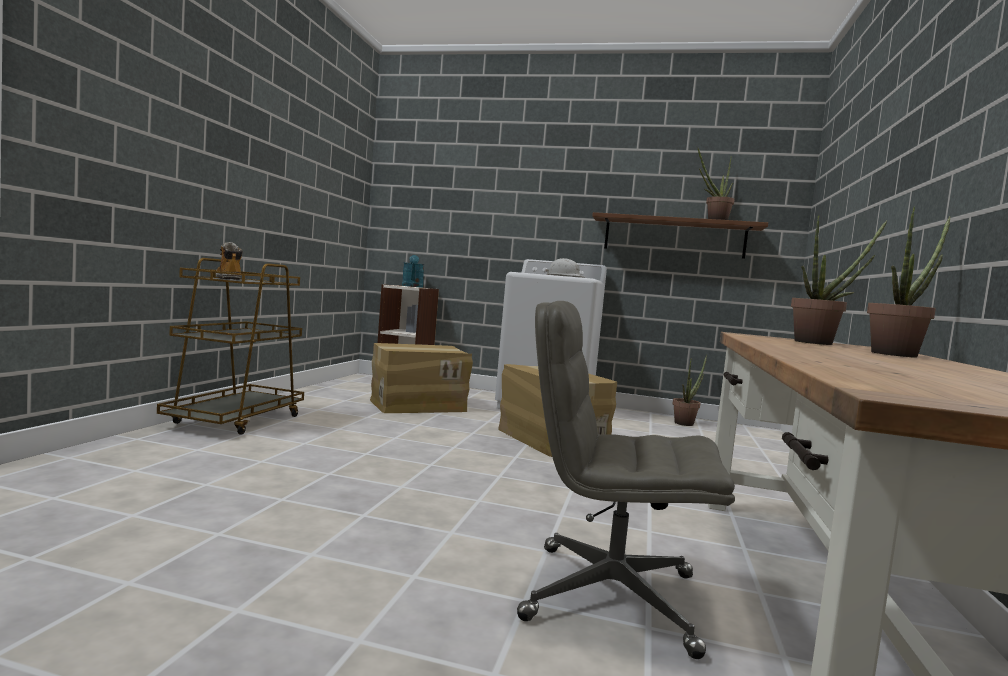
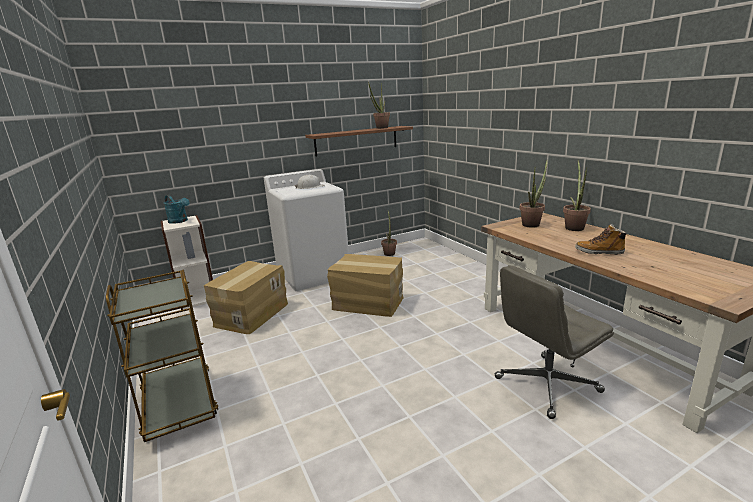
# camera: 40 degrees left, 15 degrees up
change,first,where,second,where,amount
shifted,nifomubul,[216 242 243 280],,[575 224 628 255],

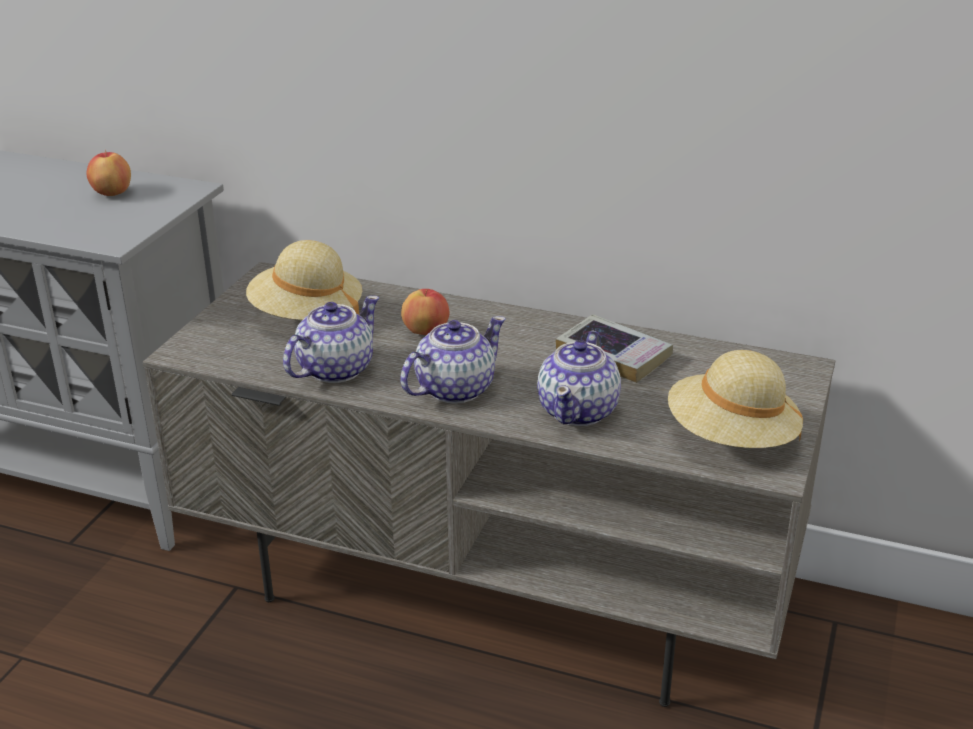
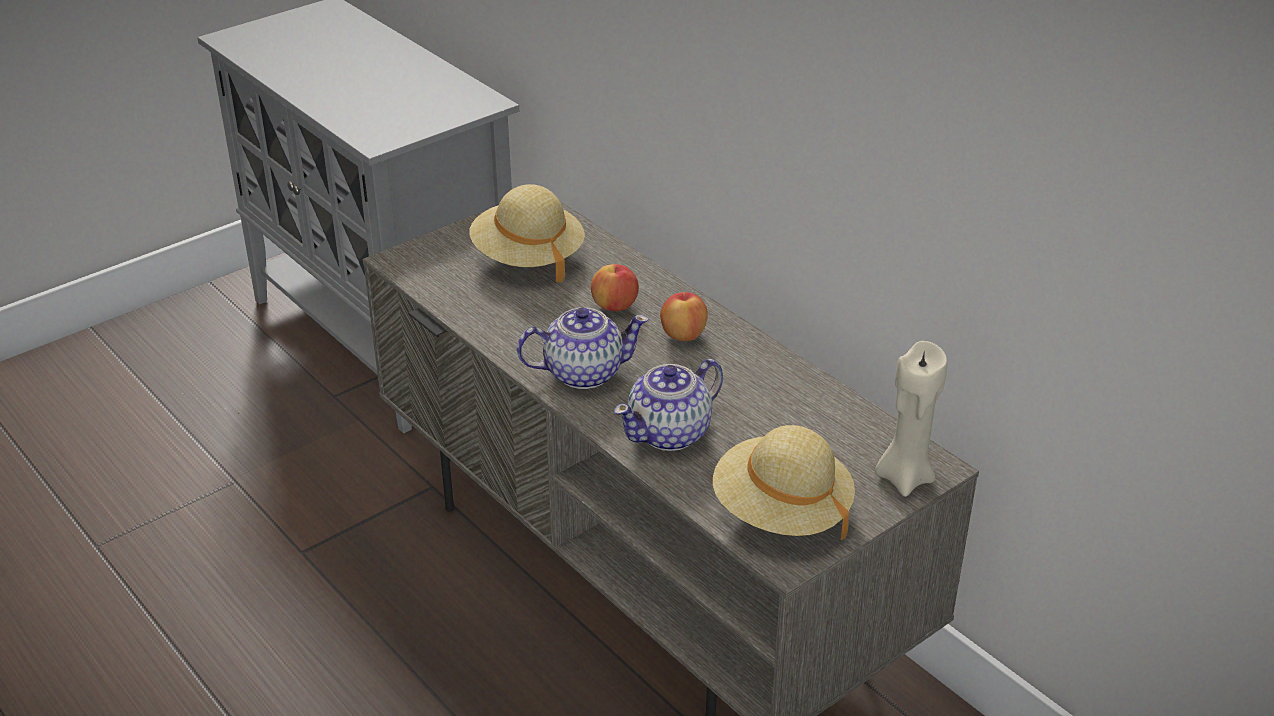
# camera: 30 degrees right, 5 degrees up
change,first,where,second,where,amount
shifted,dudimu,[87 150 131 196],,[660 292 708 341],
gone,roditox,[283 295 379 383],,,
gone,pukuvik,[556 314 673 383],,,
new,,,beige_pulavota,[875 341 948 497],

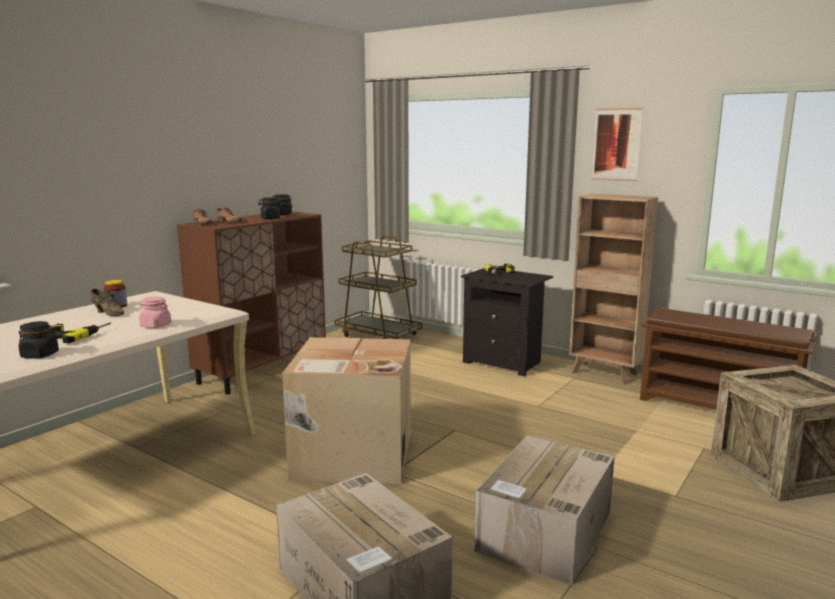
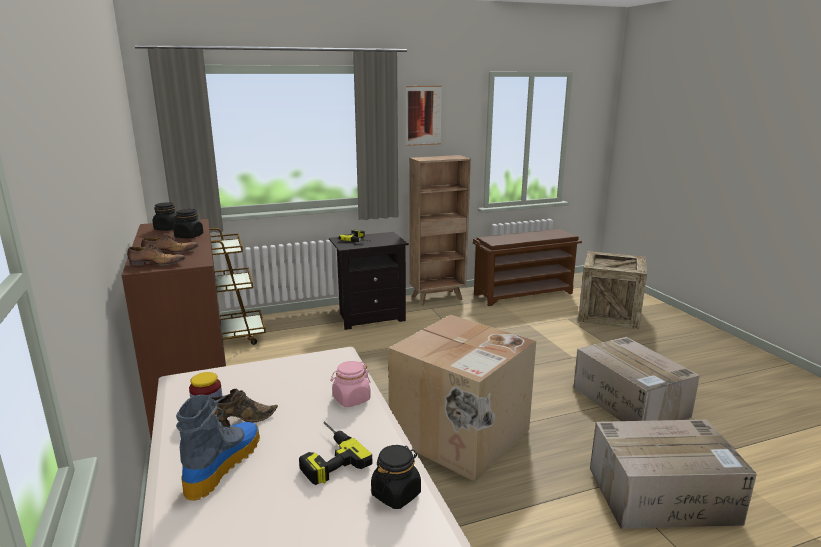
# camera: 55 degrees left, 5 degrees up
change,first,where,second,where,amount
new,,,nifomubul,[176 395 260 501],

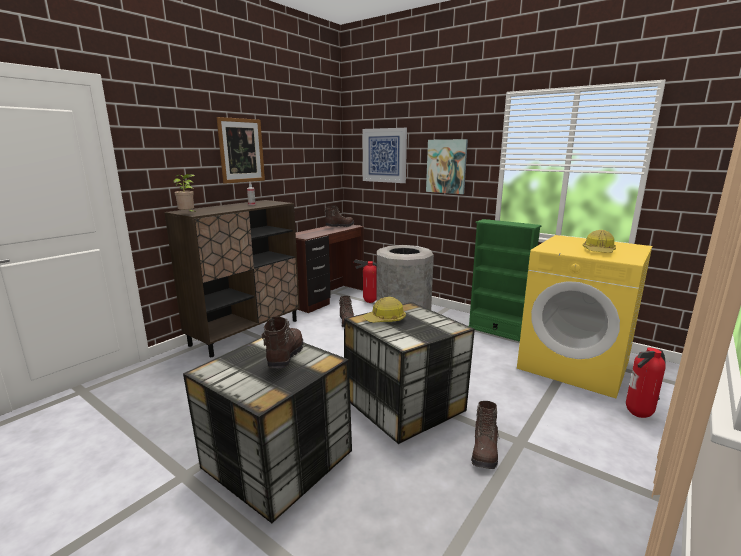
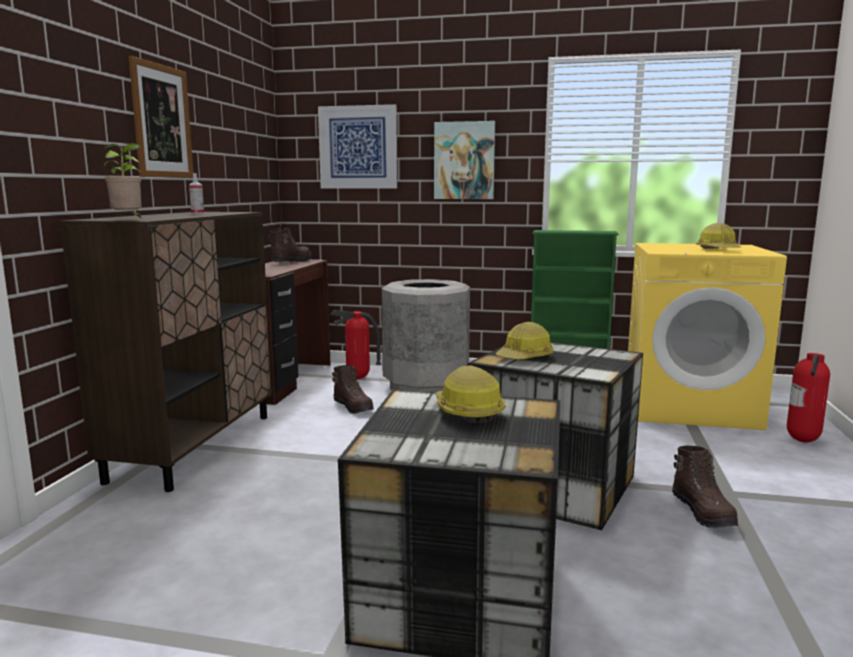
# camera: 25 degrees left, 5 degrees down
change,first,where,second,where,amount
swapped,brown_nifomubul,[262 317 304 368],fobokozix,[436 365 506 423],

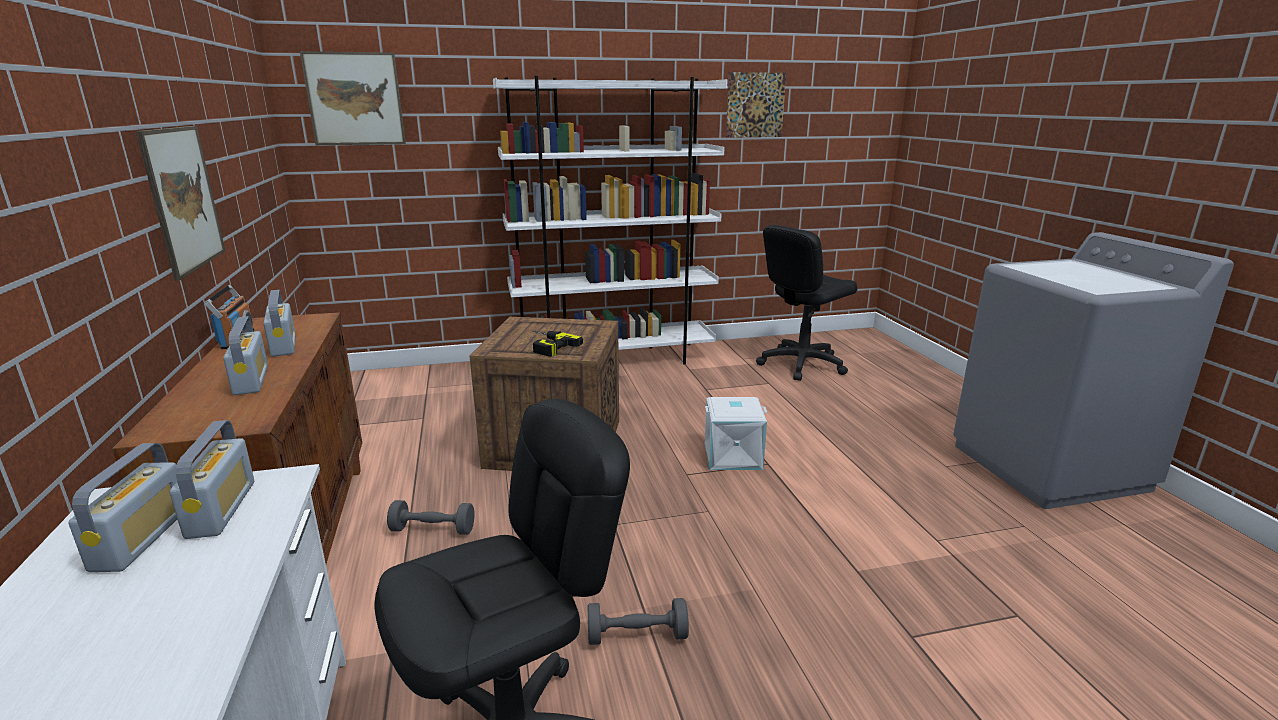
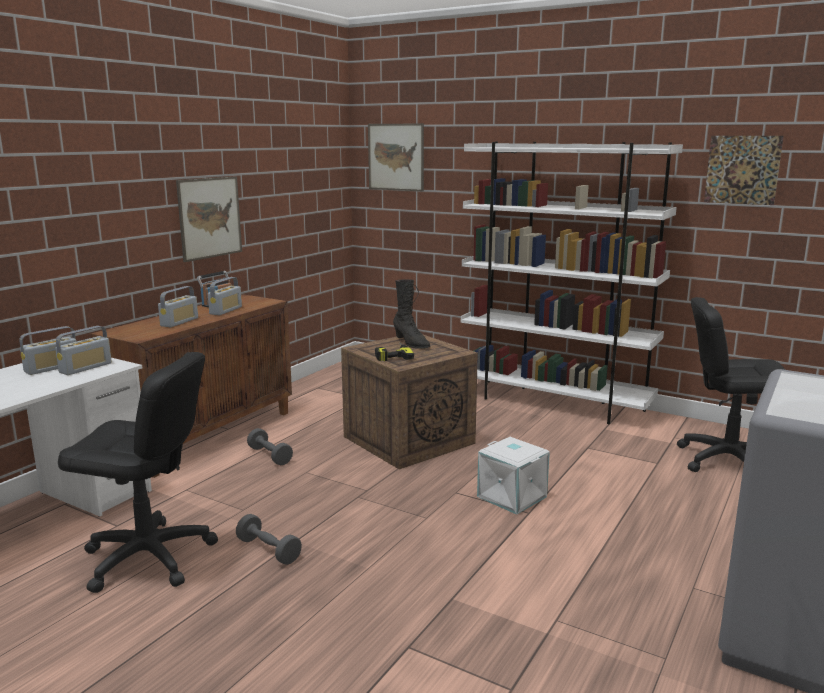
# camera: 45 degrees right, 5 degrees down
change,first,where,second,where,amount
new,,,black_nifomubul,[393 279 430 349],

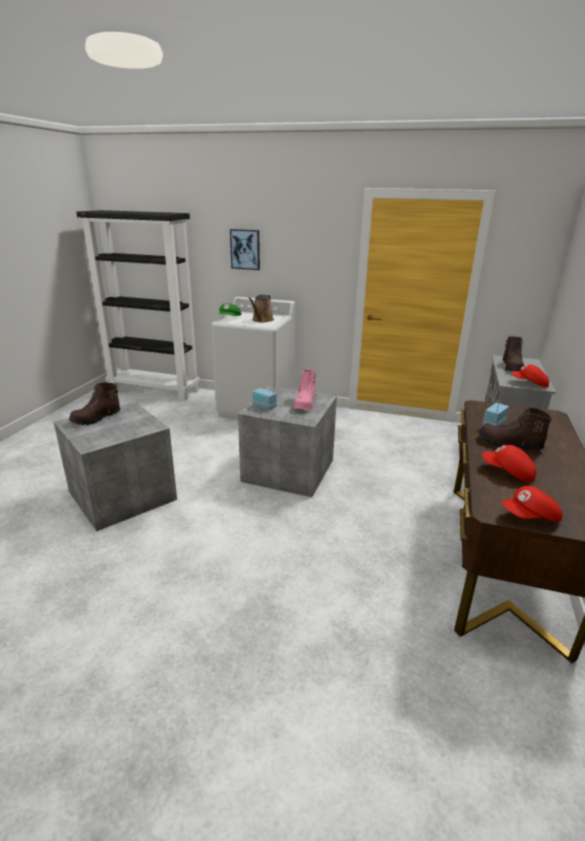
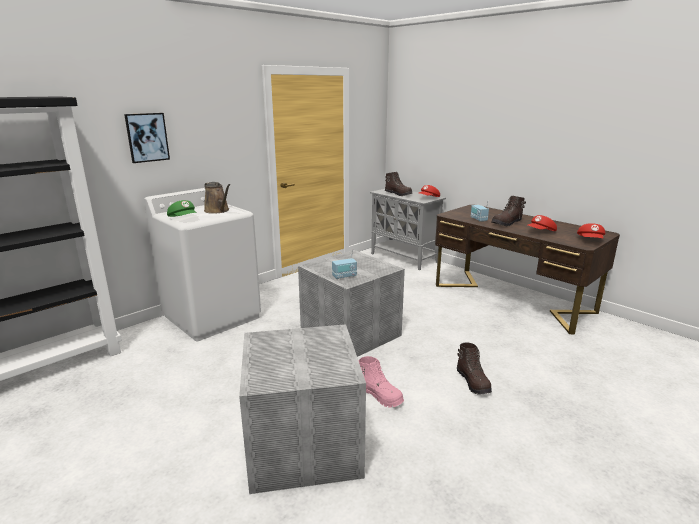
# camera: 60 degrees left, 5 degrees down
change,first,where,second,where,amount
shifted,pink_nifomubul,[293 370 317 410],,[359 356 404 408],
shifted,brown_nifomubul,[69 382 120 425],,[457 343 492 395],

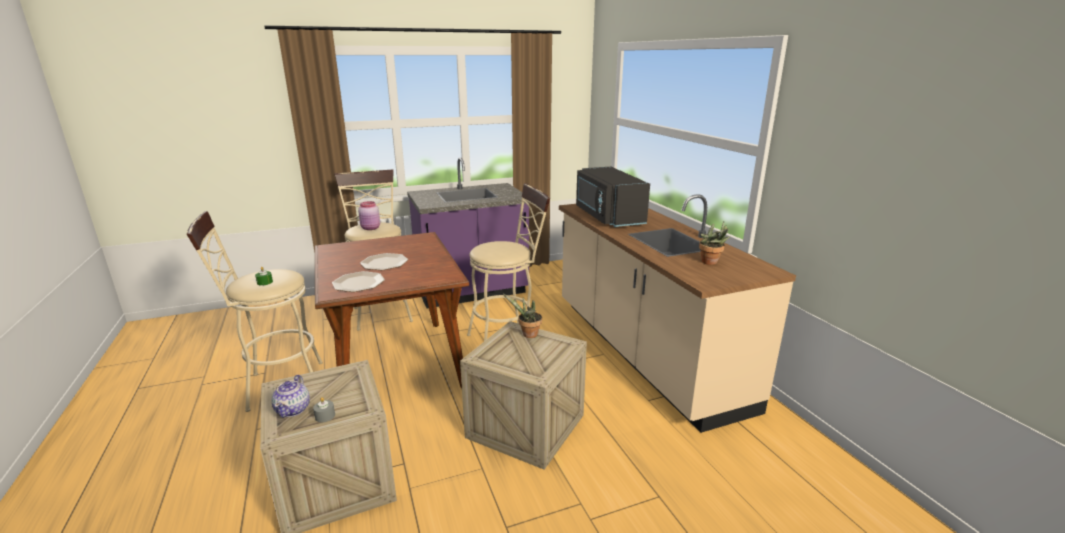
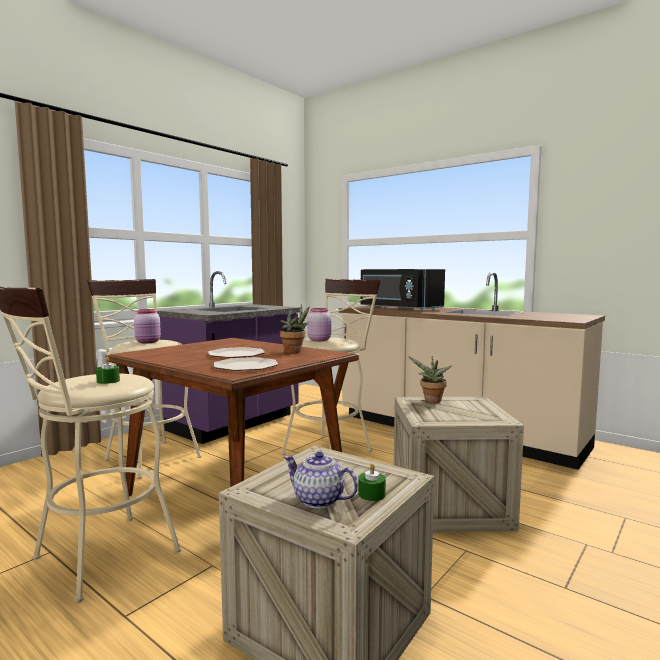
# camera: 30 degrees left, 15 degrees down
change,first,where,second,where,amount
shifted,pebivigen,[699 222 730 265],,[280 304 309 353],
rotated,roditox,[272 375 310 418],,[284 451 358 508],150 degrees clockwise
repainted,grey_pulavota,[313 397 335 422],green_pulavota,[358 463 386 501],
new,,,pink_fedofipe,[307 308 331 341],

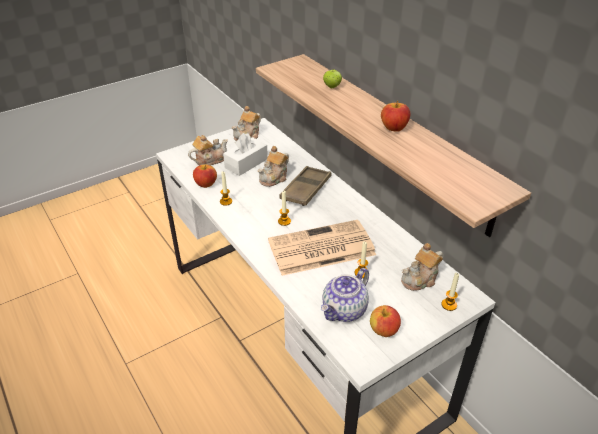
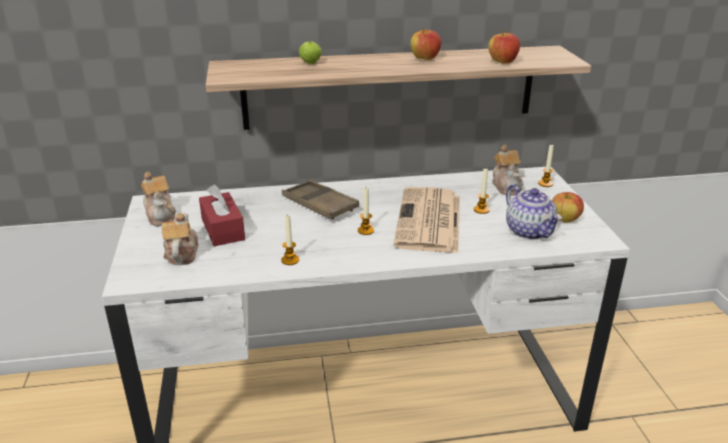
# camera: 65 degrees left, 10 degrees down
change,first,where,second,where,amount
repainted,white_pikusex,[223 133 268 176],red_pikusex,[199 185 245 246],
gone,roditox,[257 146 289 187],,,
shifted,dudimu,[193 164 217 188],,[488 30 520 64],

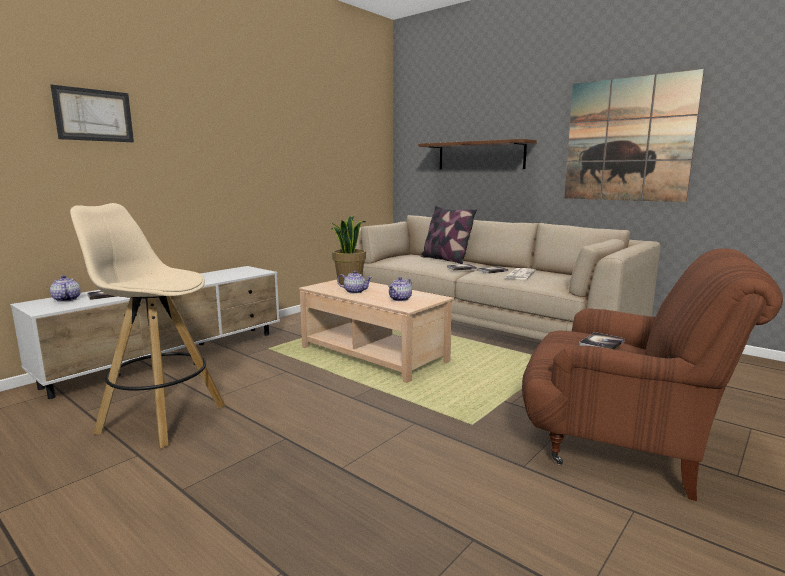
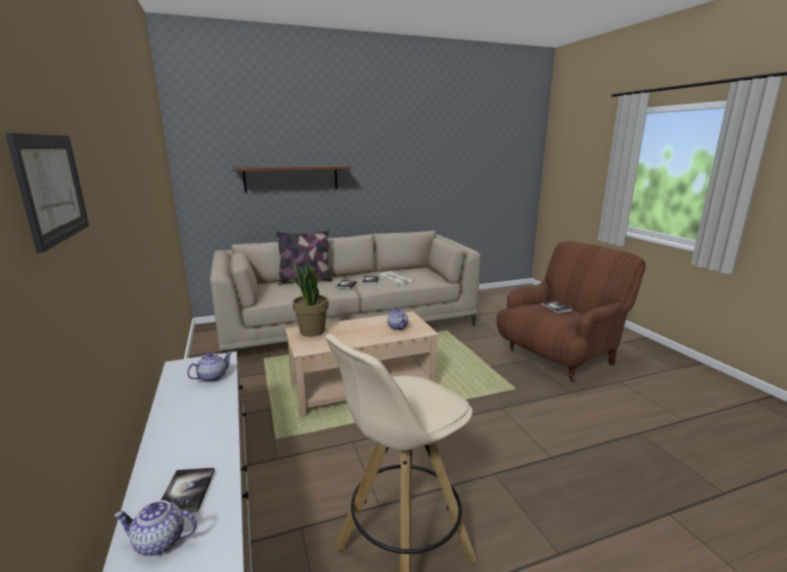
# camera: 60 degrees left, 5 degrees up
change,first,where,second,where,amount
gone,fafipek,[564 69 704 202],,,
shifted,roditox,[337 271 373 294],,[187 352 233 382],

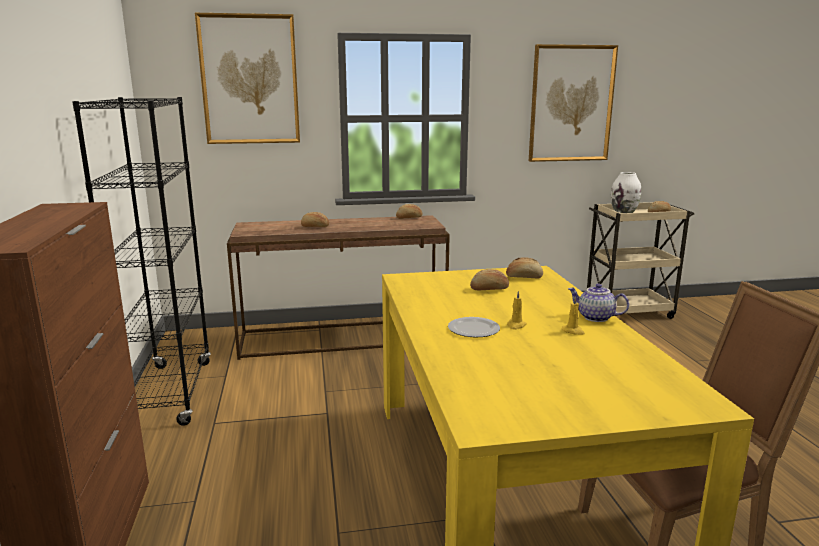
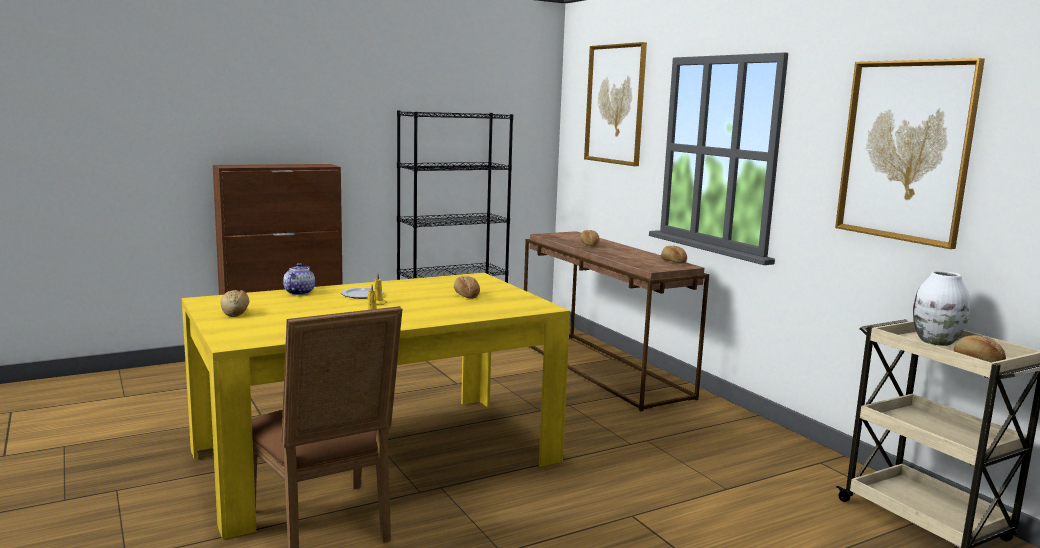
# camera: 70 degrees right, 5 degrees down
change,first,where,second,where,amount
shifted,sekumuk,[506 257 543 278],,[220 290 249 317],
shifted,roditox,[568 284 629 322],,[283 263 315 295],

